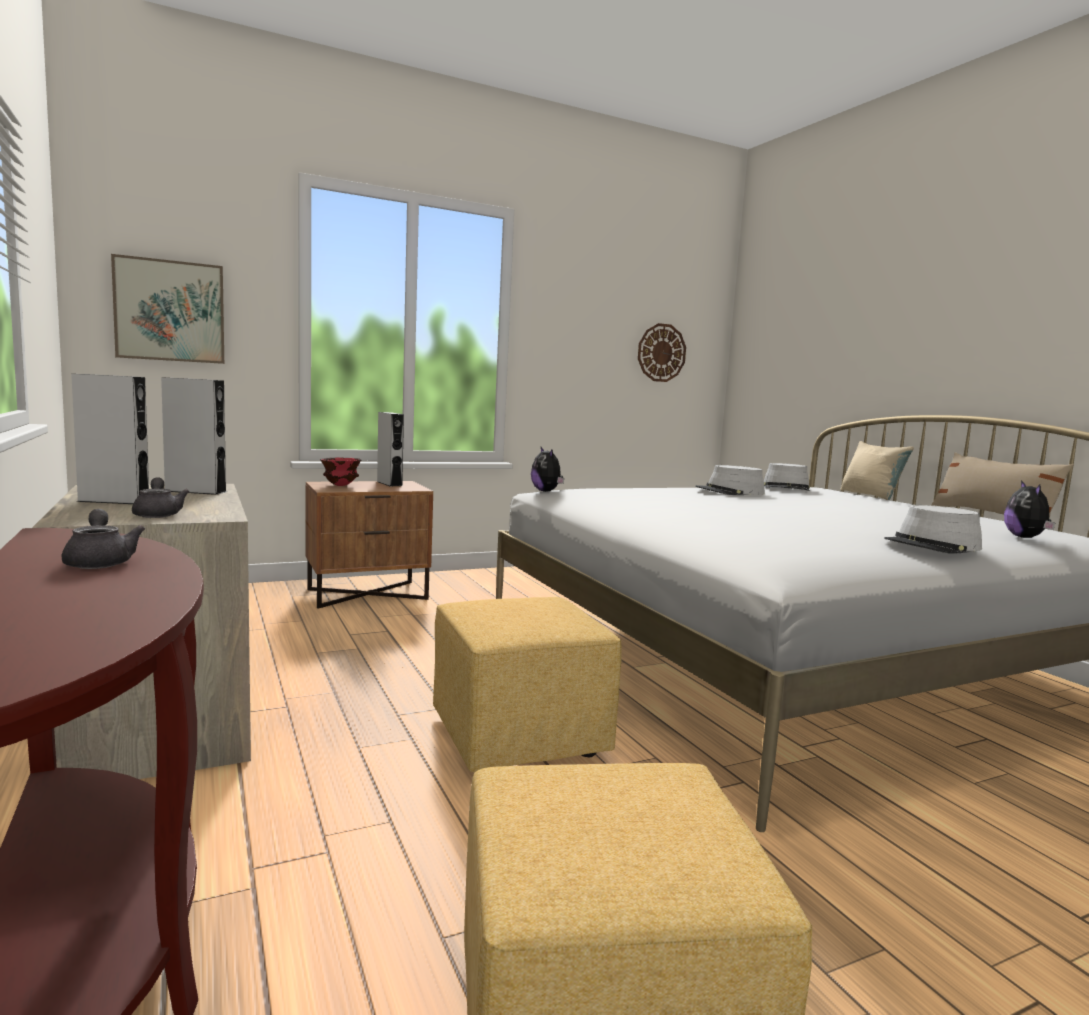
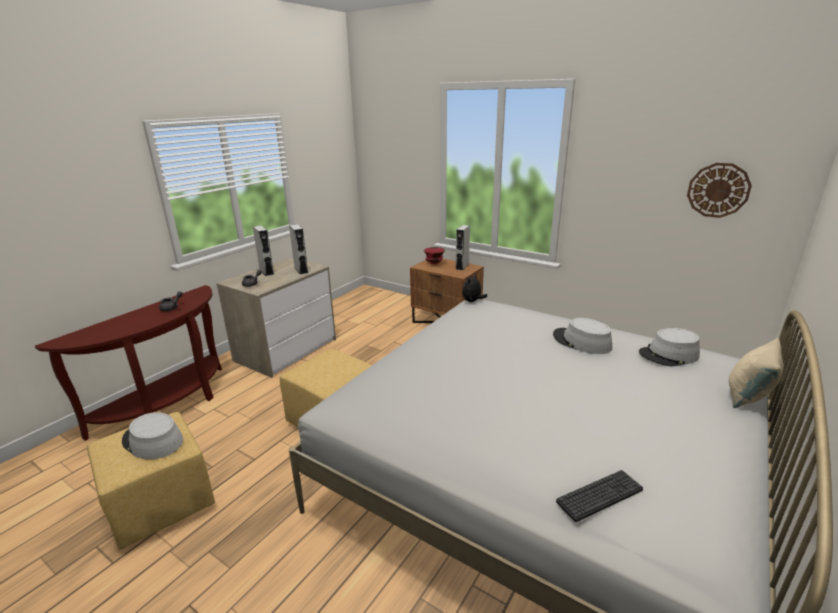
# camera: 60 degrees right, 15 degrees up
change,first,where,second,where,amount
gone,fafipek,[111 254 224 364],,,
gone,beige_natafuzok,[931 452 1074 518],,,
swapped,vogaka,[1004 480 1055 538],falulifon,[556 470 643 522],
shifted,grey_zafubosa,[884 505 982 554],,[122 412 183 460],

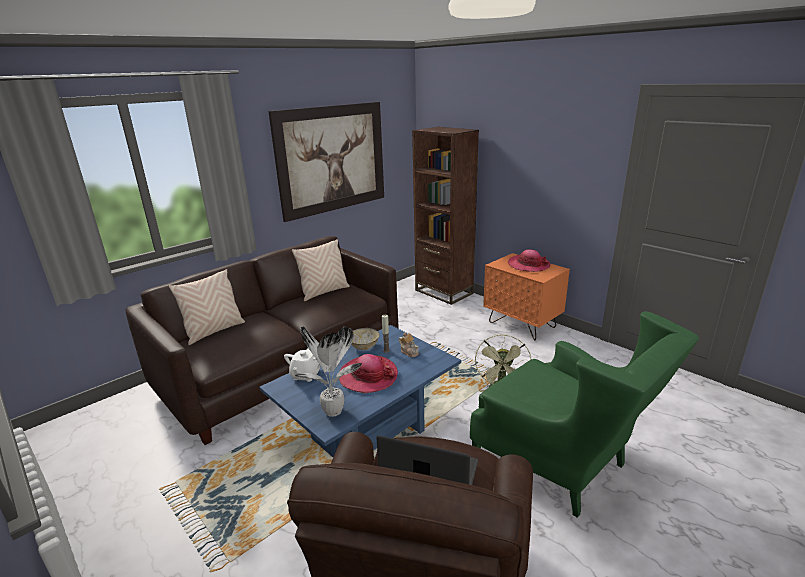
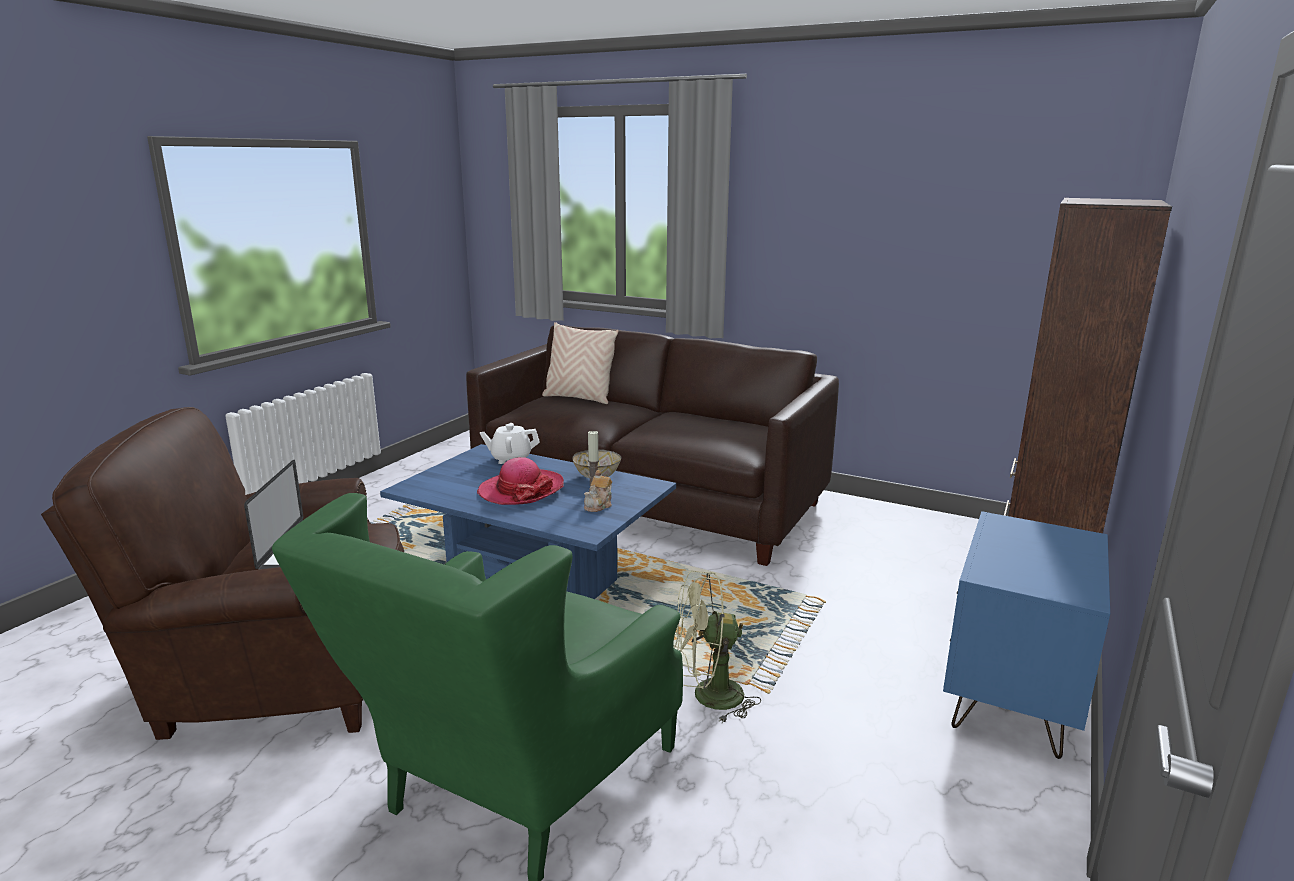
# camera: 70 degrees right, 5 degrees down
change,first,where,second,where,amount
gone,fafipek,[268 102 384 222],,,
gone,beige_natafuzok,[292 239 350 301],,,
gone,zafubosa,[508 249 550 272],,,
repainted,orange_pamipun,[483 253 570 340],blue_pamipun,[943 511 1110 759],
gone,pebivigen,[295 326 362 417],,,

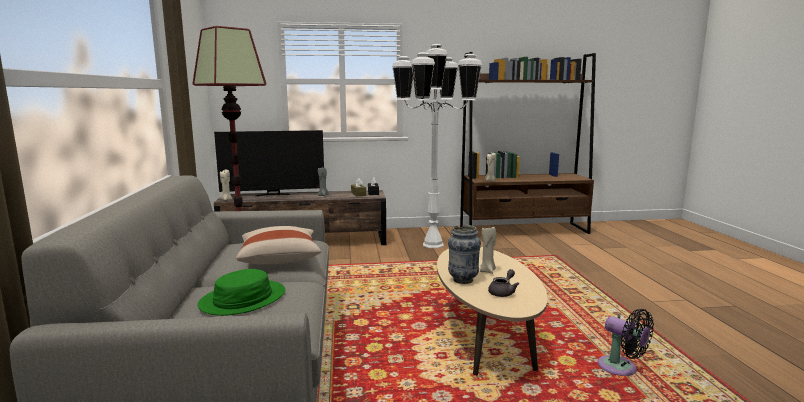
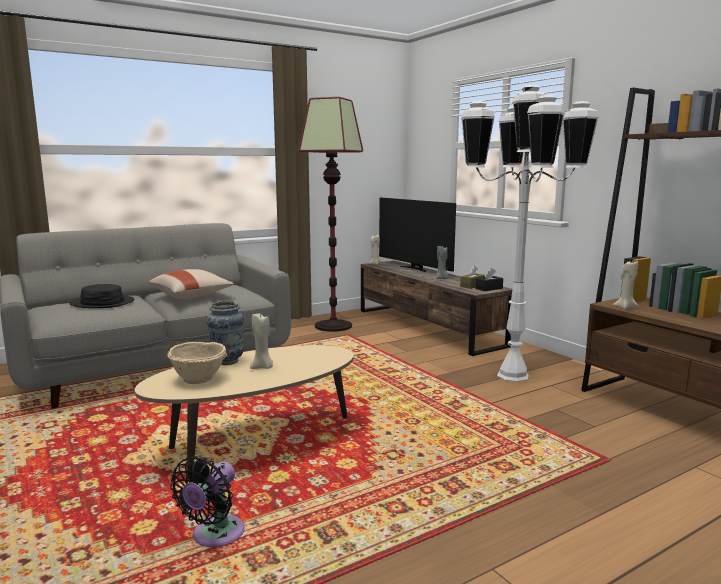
# camera: 65 degrees right, 0 degrees up
change,first,where,second,where,amount
repainted,green_zafubosa,[197 269 285 316],black_zafubosa,[69 284 135 308],
swapped,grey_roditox,[488 269 519 297],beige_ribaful,[167 342 228 384],

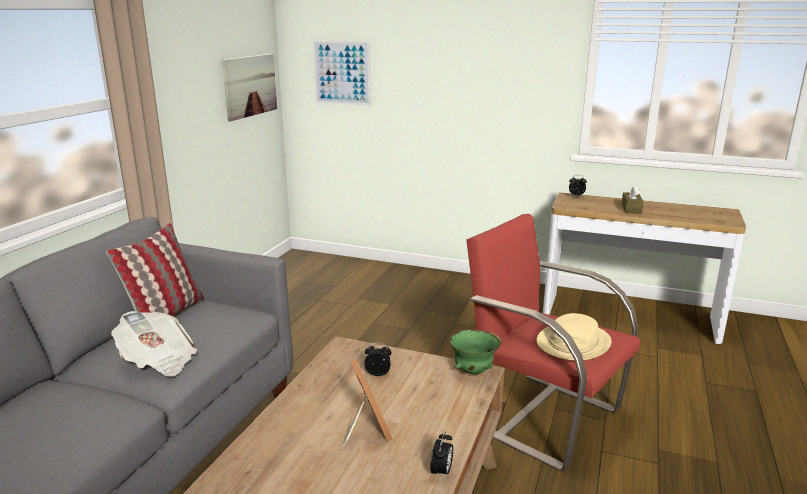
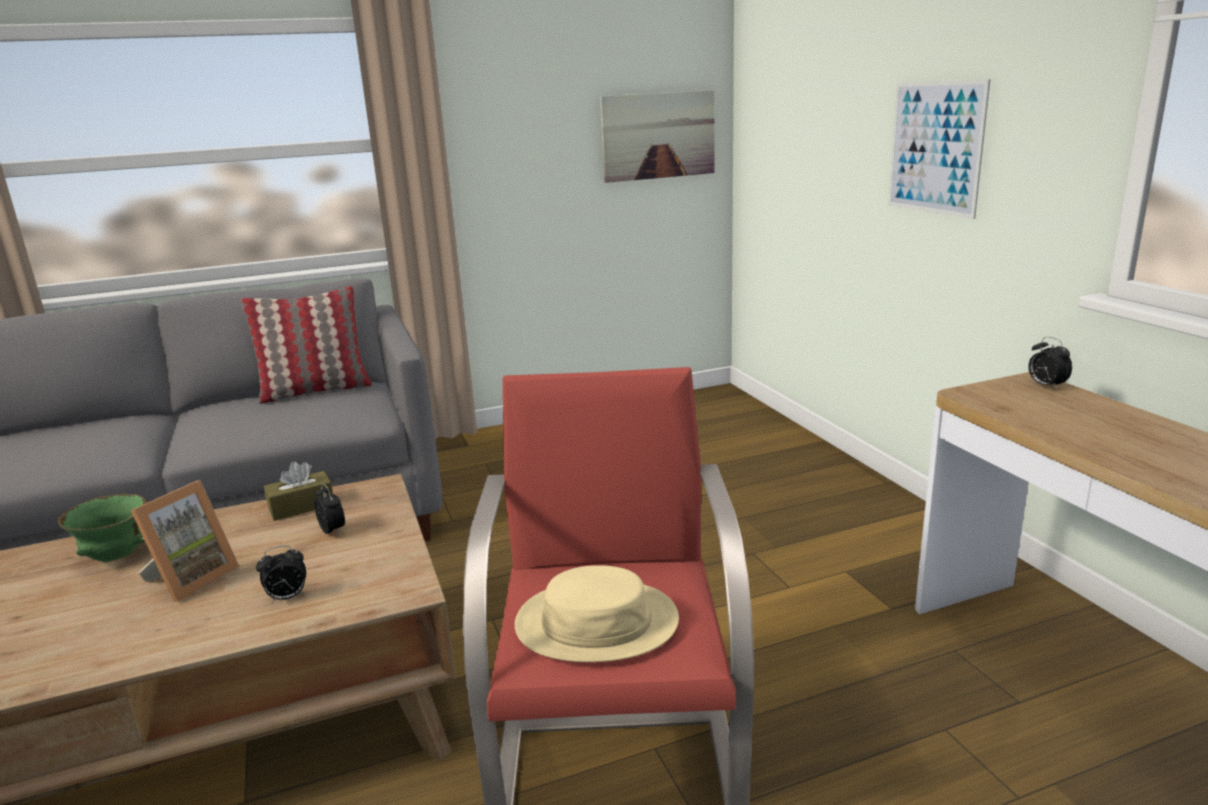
# camera: 50 degrees right, 0 degrees up
change,first,where,second,where,amount
shifted,fafipek,[313 40 371 105],,[888 79 990 219],
shifted,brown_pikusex,[622 185 644 214],,[264 461 333 521],
gone,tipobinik,[111 311 198 377],,,
shifted,green_ribaful,[449 329 502 375],,[58 494 146 562],
shifted,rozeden,[430 432 453 480],,[256 545 306 603],

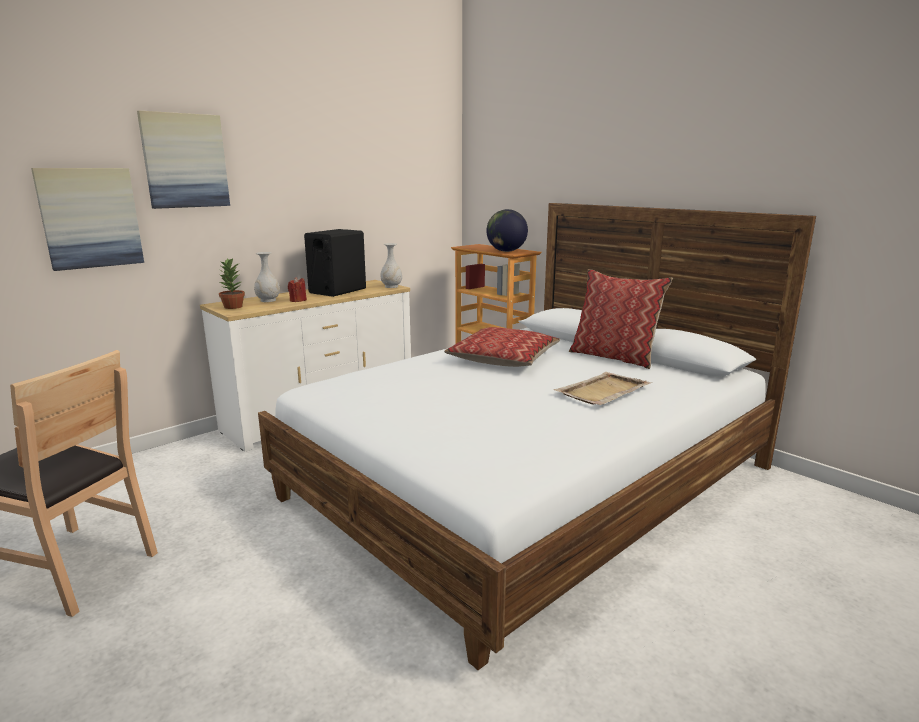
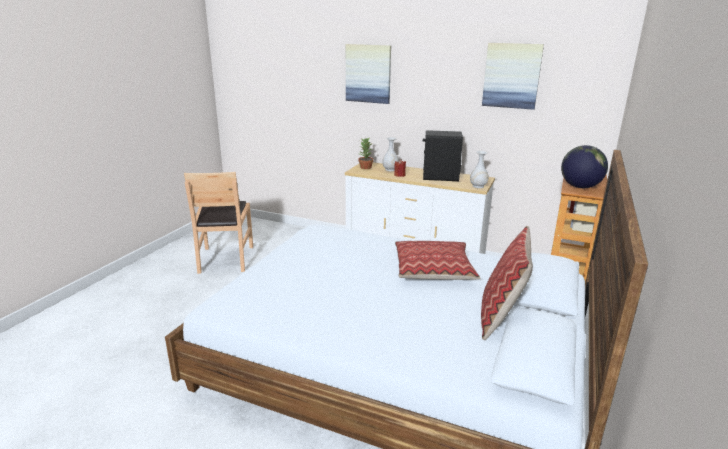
# camera: 65 degrees right, 5 degrees up
change,first,where,second,where,amount
shifted,fafipek,[31 168 144 271],,[482 43 544 110],
gone,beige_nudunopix,[554 372 652 405],,,

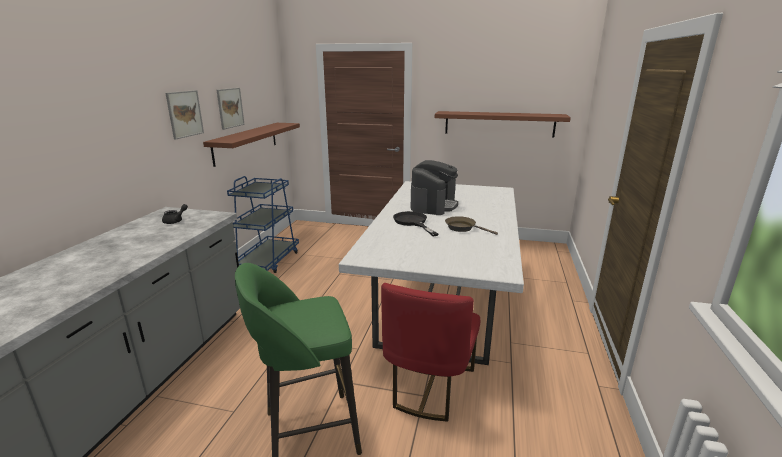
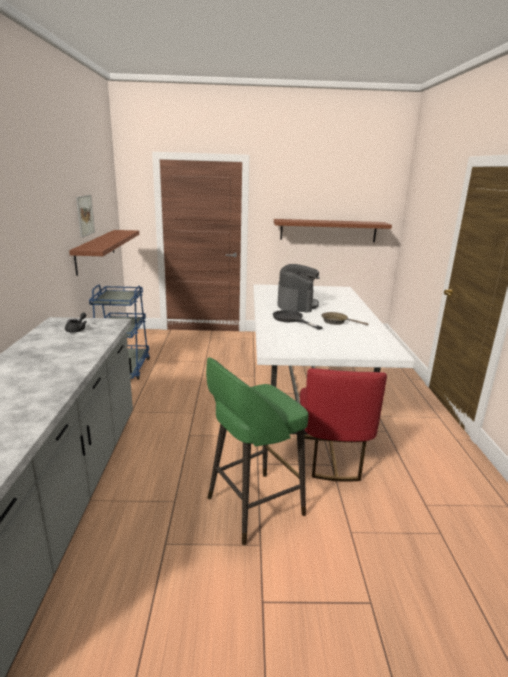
# camera: 15 degrees left, 0 degrees up
change,first,where,second,where,amount
gone,fafipek,[165 90 204 140],,,

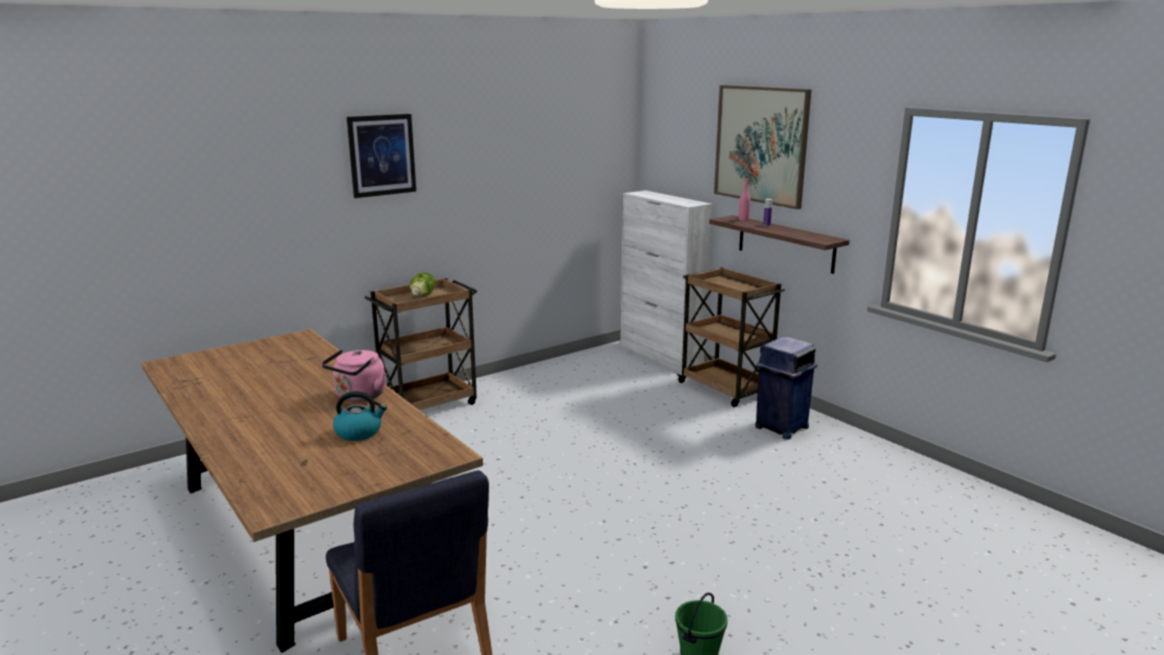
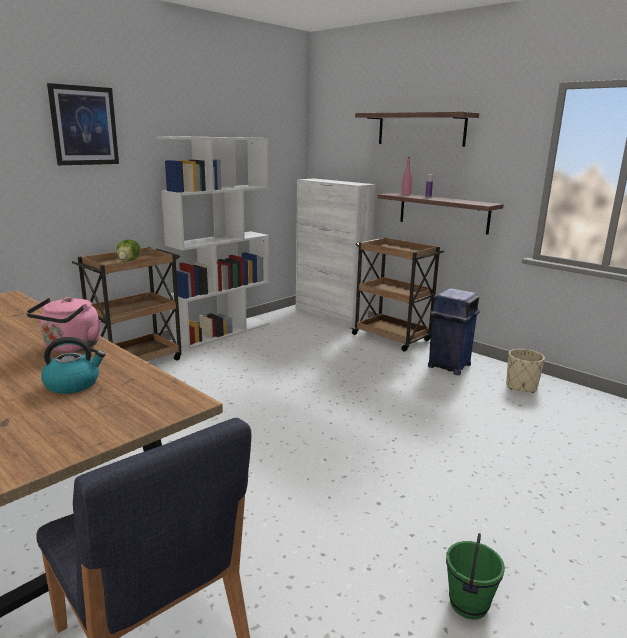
# camera: 10 degrees left, 0 degrees up
change,first,where,second,where,amount
swapped,fafipek,[714 85 812 209],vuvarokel,[355 112 479 147],
new,,,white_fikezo,[157 136 270 350],
new,,,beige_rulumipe,[506 349 545 393],

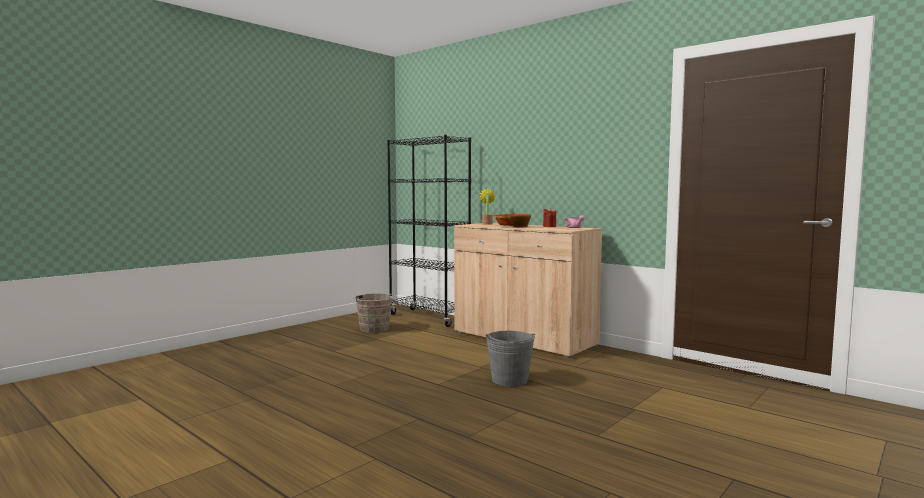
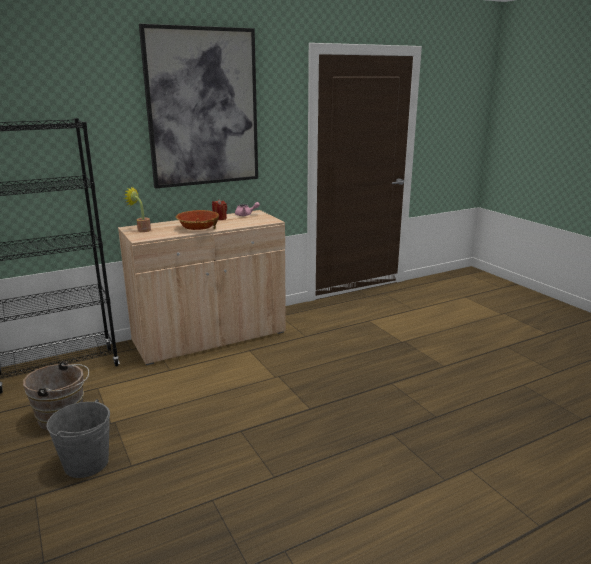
# camera: 70 degrees left, 15 degrees up
change,first,where,second,where,amount
shifted,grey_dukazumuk,[485 331 535 387],,[47 399 110 478],
new,,,fafipek,[139 24 258 189],

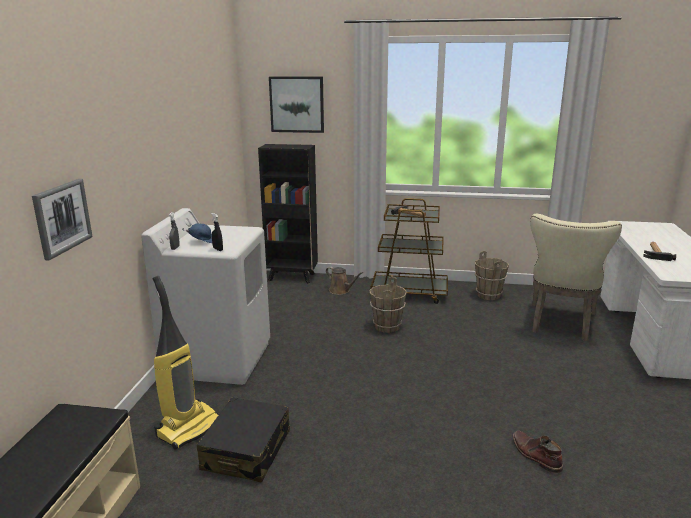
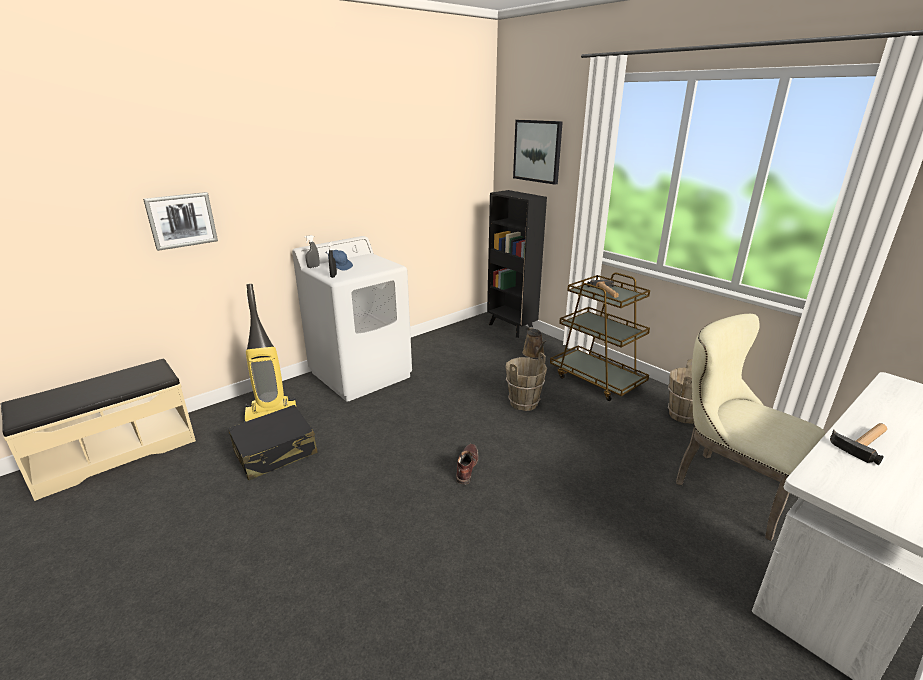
# camera: 40 degrees right, 5 degrees up
change,first,where,second,where,amount
rotated,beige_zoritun,[530 214 622 341],,[676 314 826 541],75 degrees clockwise
shifted,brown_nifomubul,[513 430 563 473],,[456 444 478 485],

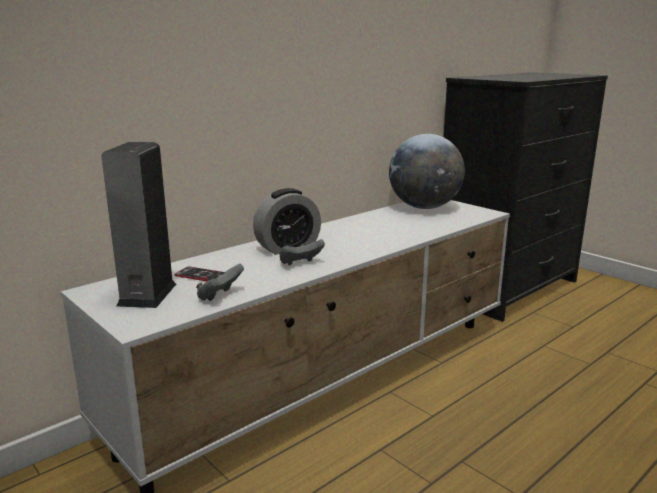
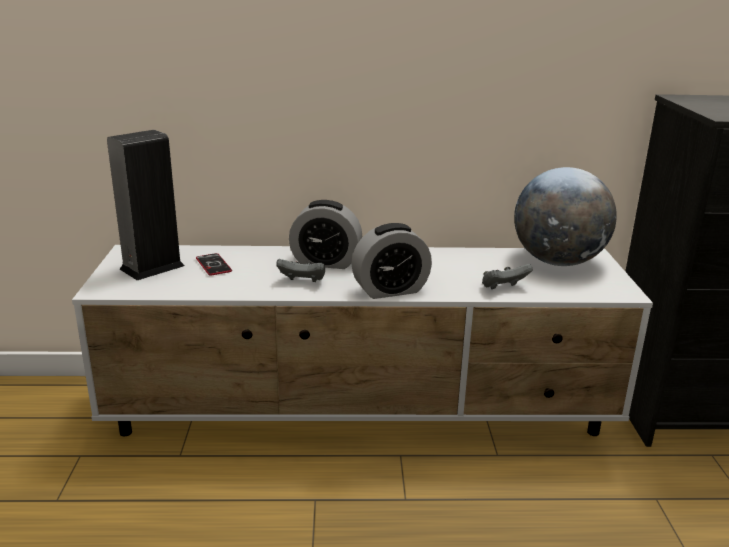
# camera: 40 degrees right, 5 degrees up
change,first,where,second,where,amount
shifted,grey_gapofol,[196 264 244 301],,[482 264 533 289],
new,,,rozeden,[351 223 432 299],

